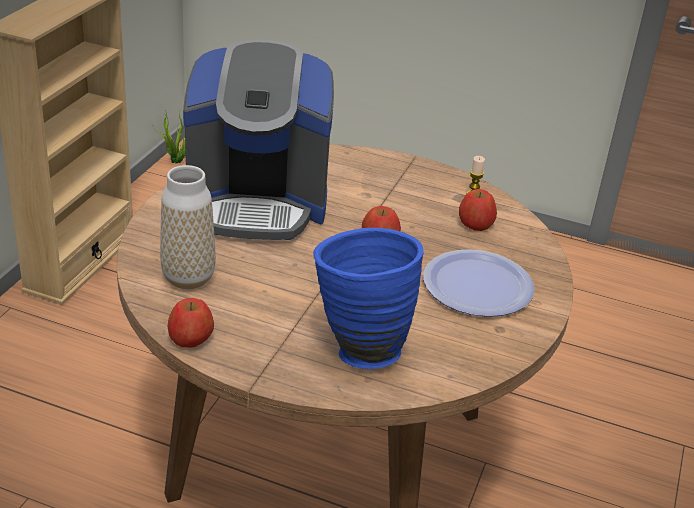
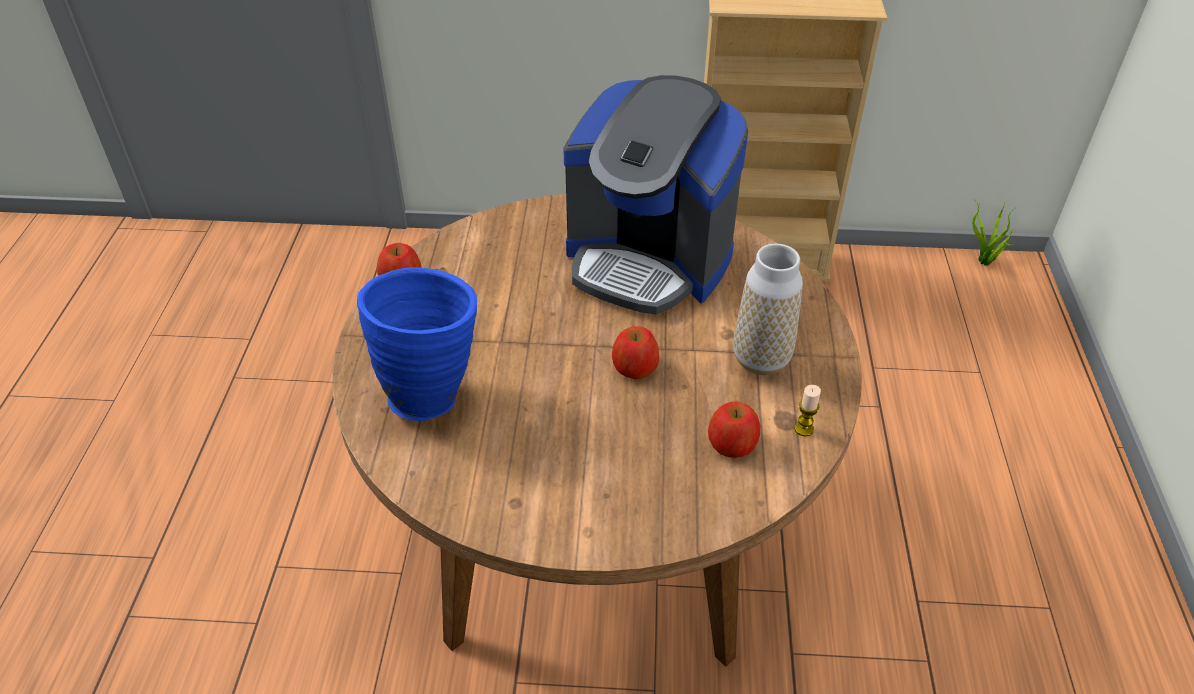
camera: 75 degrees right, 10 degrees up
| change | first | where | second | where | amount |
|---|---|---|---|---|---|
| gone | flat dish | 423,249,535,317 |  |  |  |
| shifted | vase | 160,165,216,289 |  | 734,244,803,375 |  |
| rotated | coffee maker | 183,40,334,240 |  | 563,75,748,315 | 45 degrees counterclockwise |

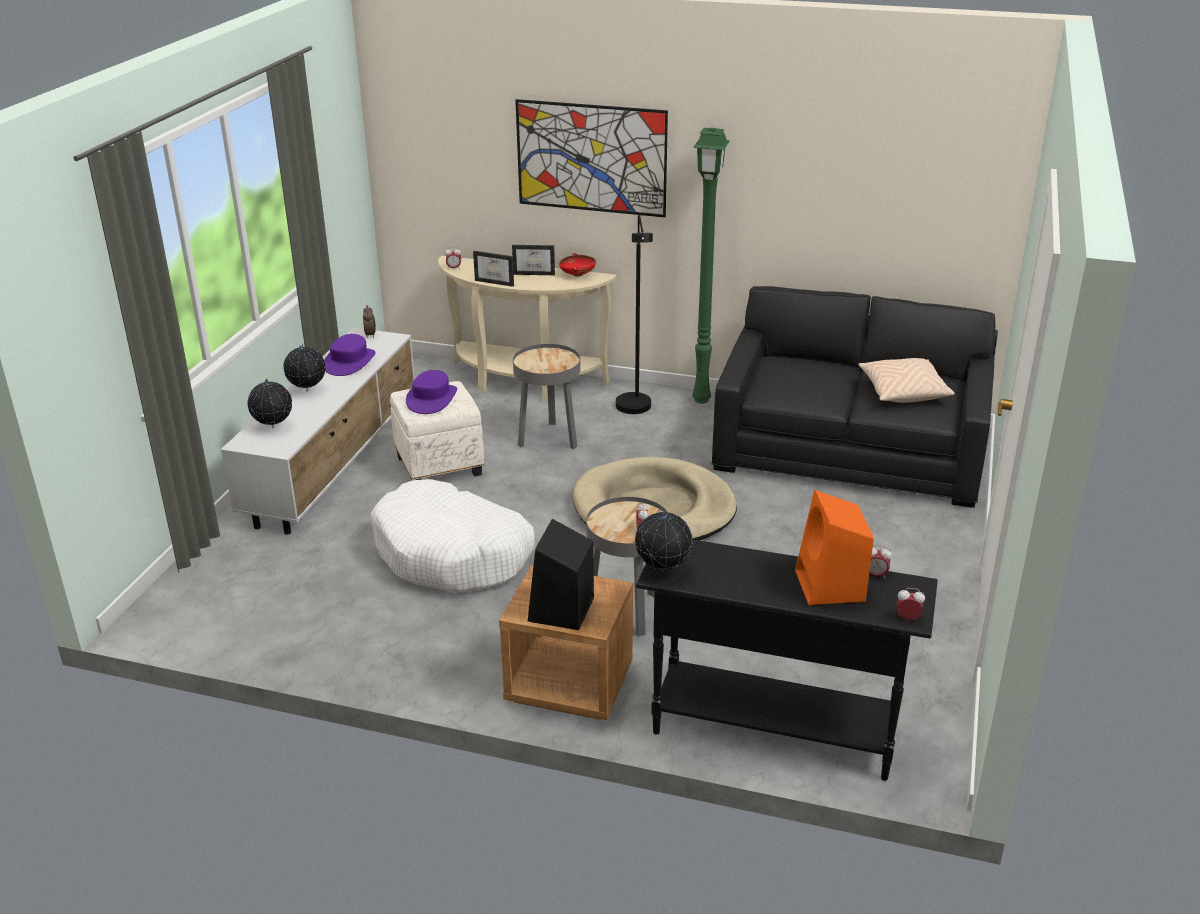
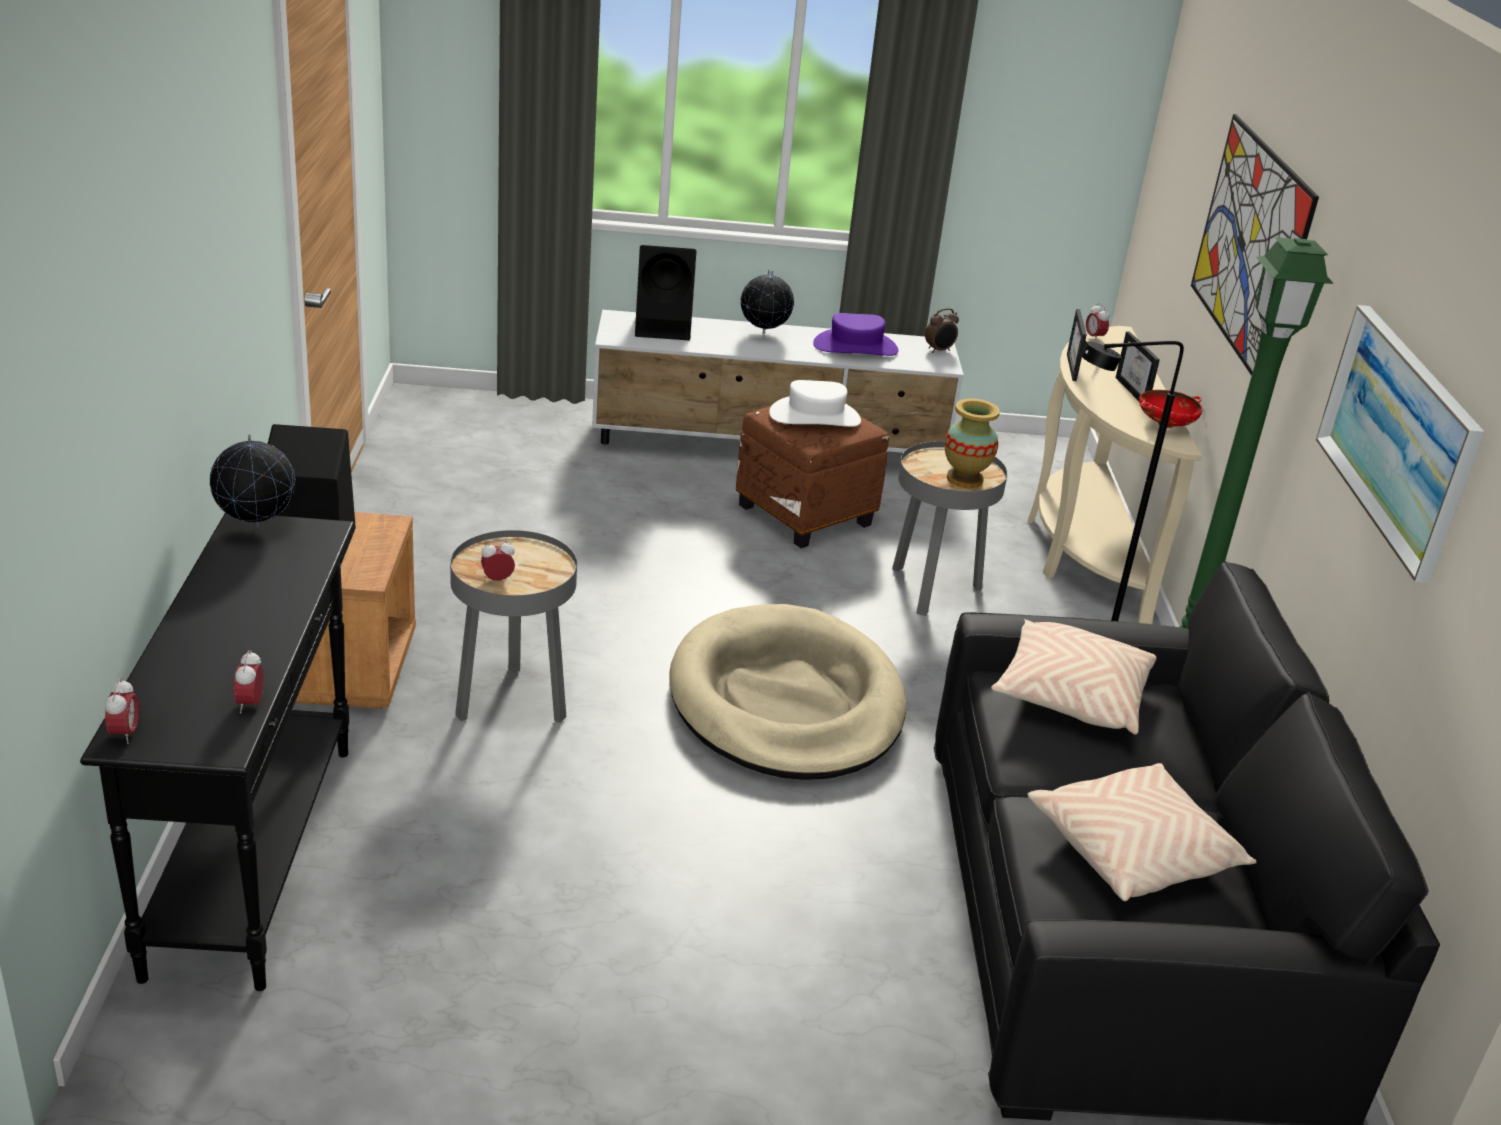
camera: 70 degrees right, 0 degrees up
| change | first | where | second | where | amount |
|---|---|---|---|---|---|
| gone | whitish dog cushion | 371,479,535,593 |  |  |  |
| gone | orangey audio speaker | 795,490,874,605 |  |  |  |
| new |  |  | vase | 944,399,1000,488 |  |
| new |  |  | beige pillow | 991,619,1156,735 |  |
| new |  |  | picture | 1316,305,1485,583 |  |
| swapped | world globe | 248,378,292,428 | black-coloured audio speaker | 635,245,696,340 |  |
| repainted | whitish footrest | 390,381,484,481 | brownish footrest | 736,406,889,548 |  |
| repainted | purple hat | 406,370,457,414 | whitish hat | 769,380,861,427 |  |

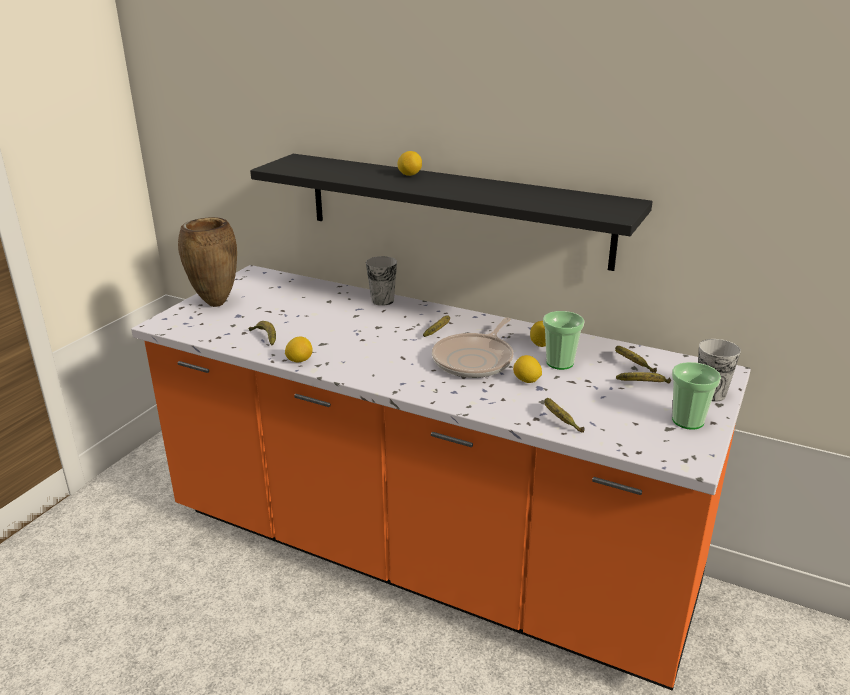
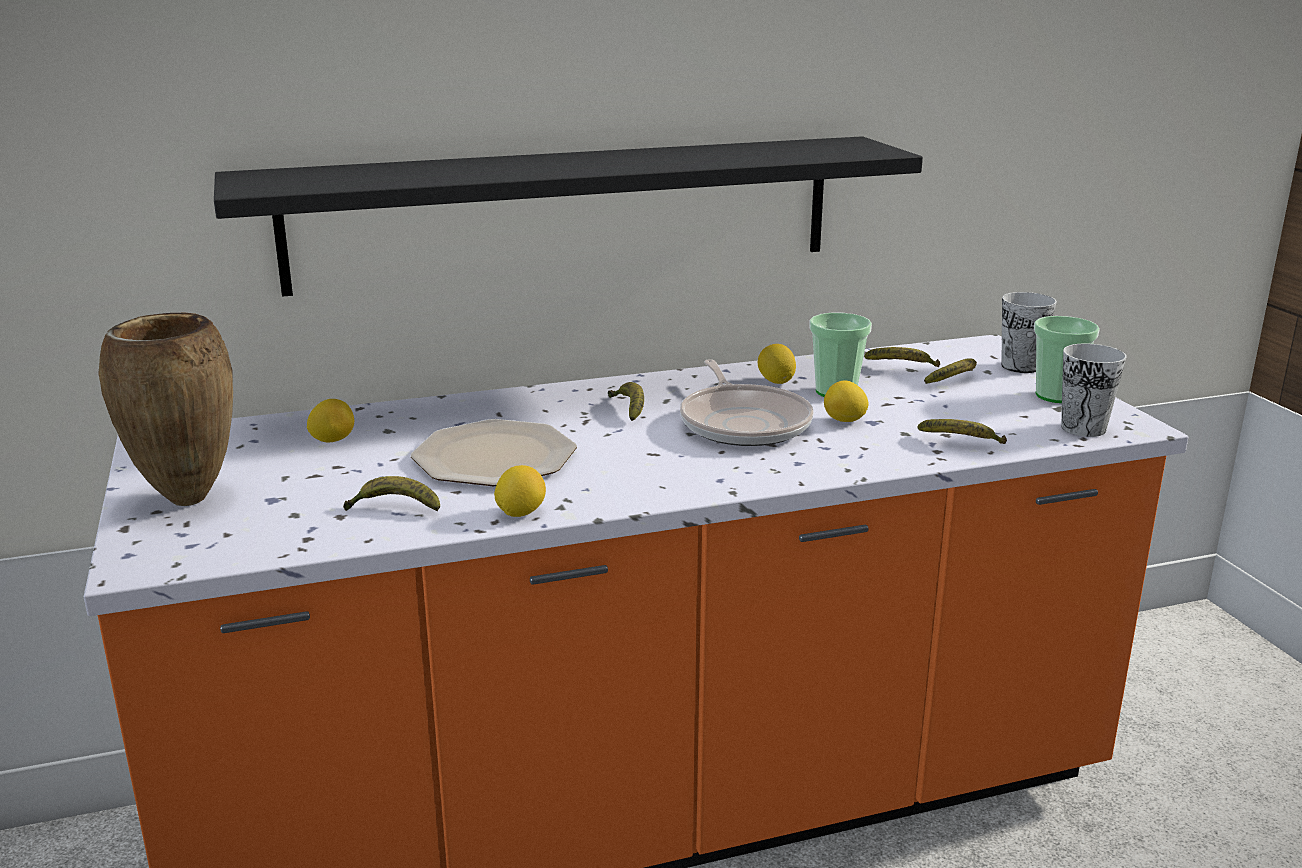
camera: 45 degrees left, 5 degrees down
| change | first | where | second | where | amount |
|---|---|---|---|---|---|
| new |  |  | flat dish | 411,419,577,486 |  |
| shifted | small cup | 366,256,397,306 |  | 1061,343,1127,437 |  |
| shifted | whole lemon | 397,151,422,176 |  | 307,399,354,442 |  |

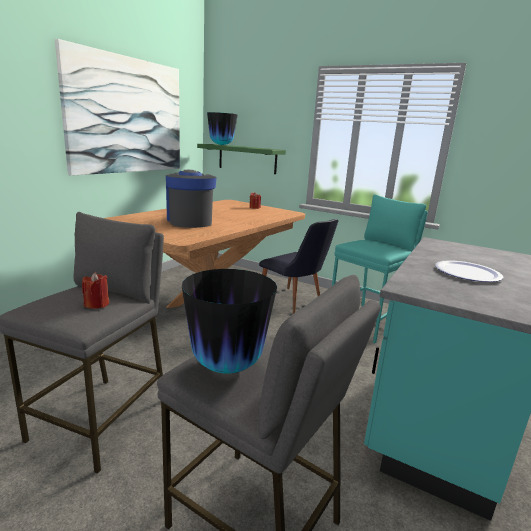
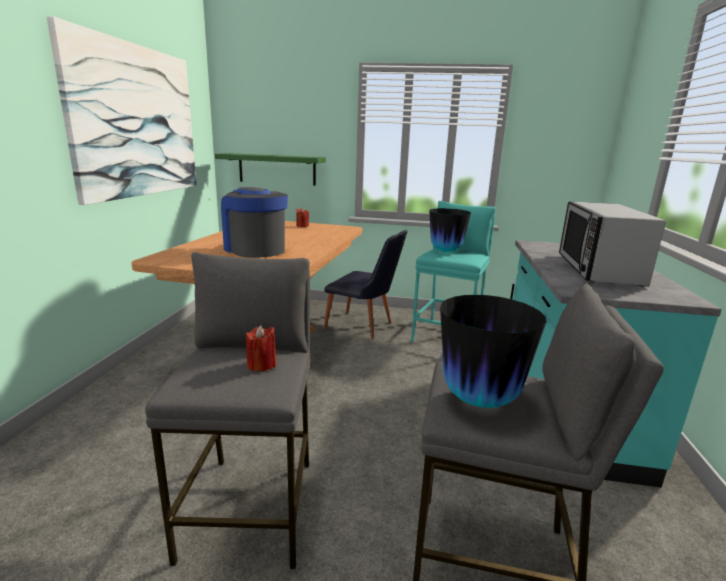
camera: 20 degrees left, 0 degrees up
| change | first | where | second | where | amount |
|---|---|---|---|---|---|
| shifted | vase | 207,112,238,145 |  | 429,208,471,252 |  |
| swapped | flat dish | 435,260,504,282 | kitchen microwave | 559,202,666,287 |  |

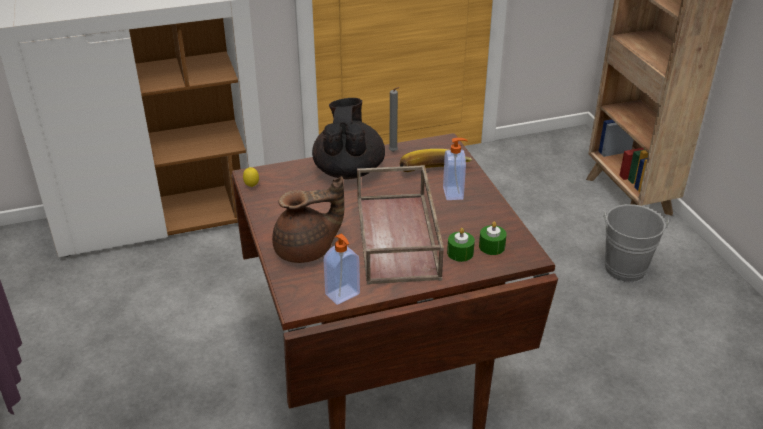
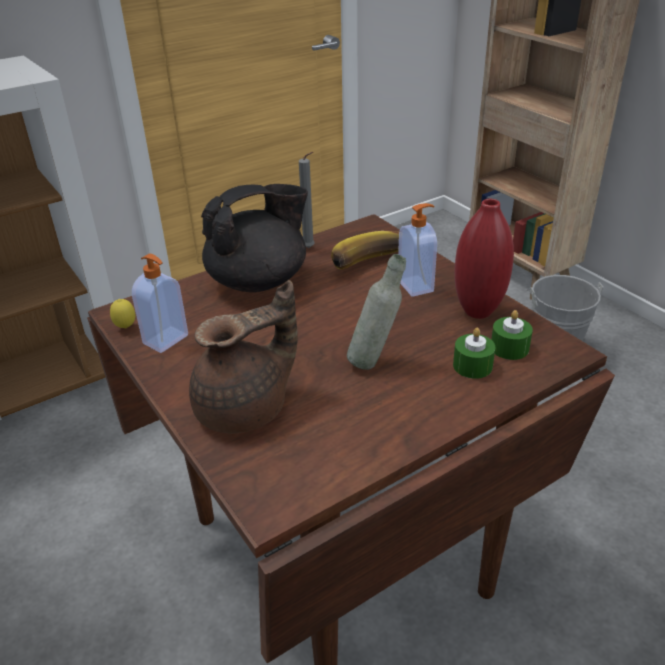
camera: 15 degrees left, 0 degrees up
| change | first | where | second | where | amount |
|---|---|---|---|---|---|
| new |  |  | reddish vase | 454,199,514,319 |  |
| shifted | soap bottle | 324,234,360,305 |  | 132,254,188,353 |  |
| swapped | brownish tray | 357,165,444,285 | greyish bottle | 347,254,406,370 |  |
| rotated | black-coloured pot for tea | 312,98,385,179 |  | 201,184,308,292 | 75 degrees clockwise |

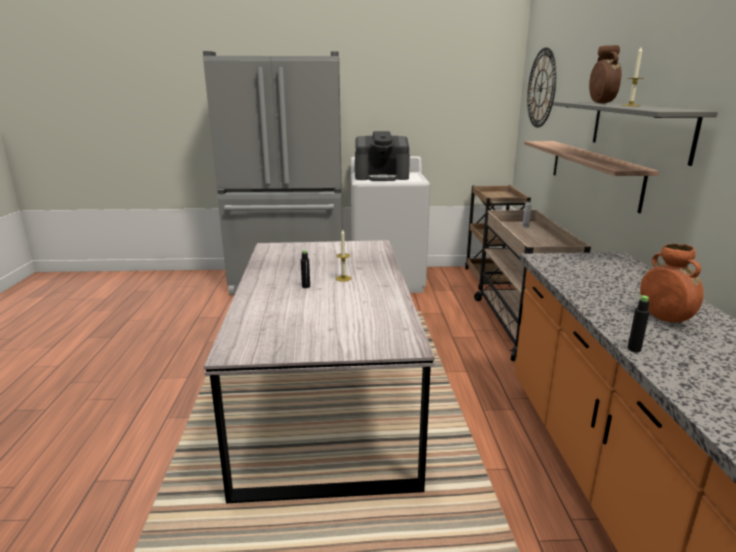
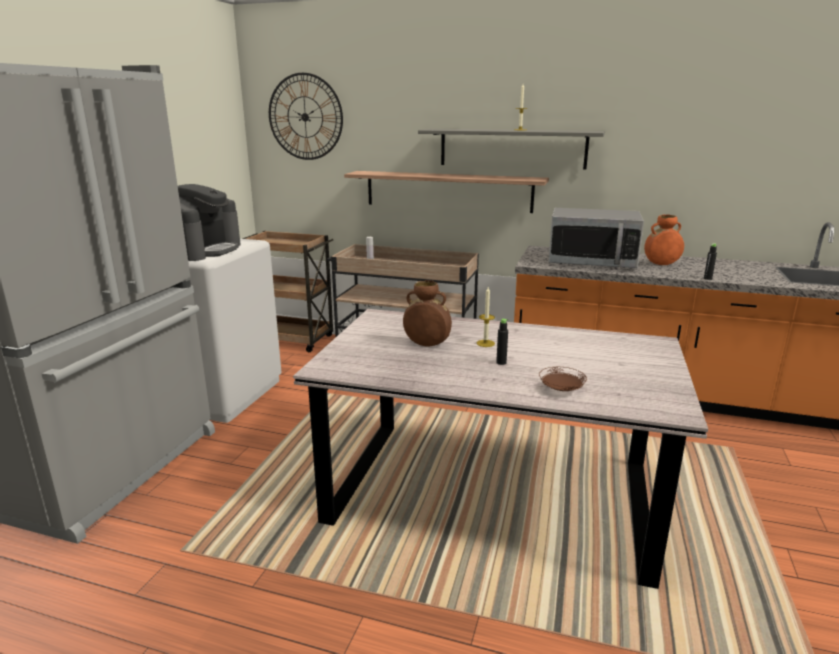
camera: 70 degrees left, 0 degrees up
| change | first | where | second | where | amount |
|---|---|---|---|---|---|
| new |  |  | brownish flat dish | 539,367,587,391 |  |
| new |  |  | kitchen microwave | 548,208,644,268 |  |
| shifted | brownish vase | 589,45,622,103 |  | 403,280,452,347 |  |

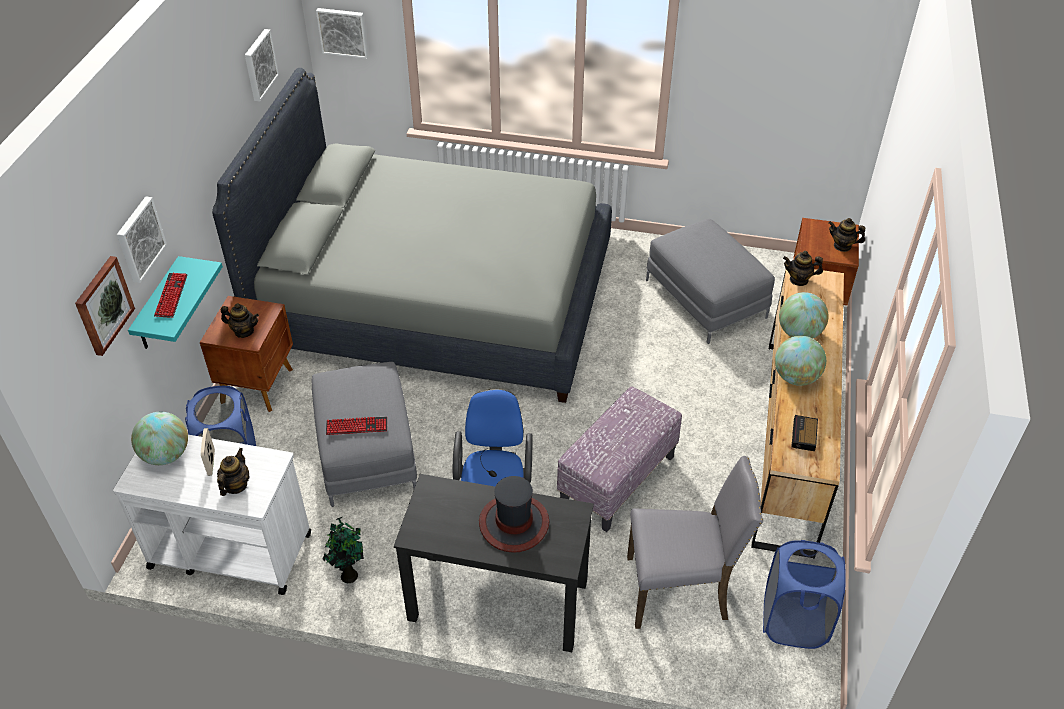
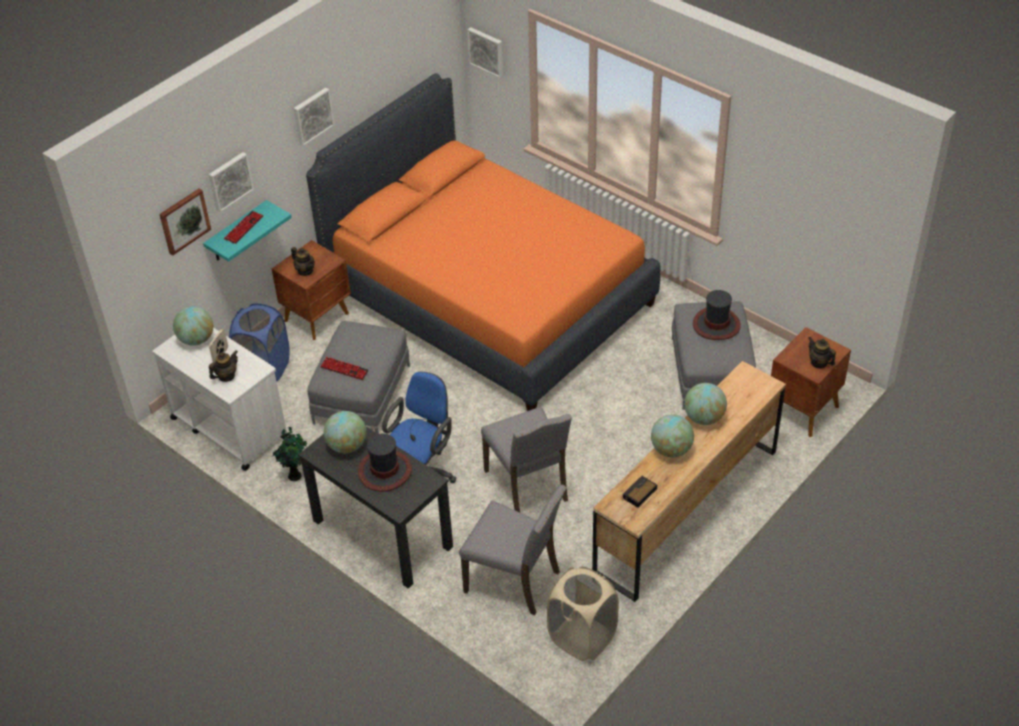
camera: 30 degrees right, 0 degrees up
| change | first | where | second | where | amount |
|---|---|---|---|---|---|
| gone | pot for tea | 783,251,823,286 |  |  |  |
| new |  |  | world globe | 324,411,366,453 |  |
| new |  |  | hat | 693,290,741,340 |  |
| shifted | picture | 245,29,279,102 |  | 294,88,334,146 |  |
| swapped | footrest | 557,387,682,532 | greyish upright chair | 481,407,572,512 |  |
| repainted | greyish bedroom bed | 212,68,612,403 | orangey bedroom bed | 306,73,661,411 |  |
| repainted | blue hamper | 763,540,846,649 | beige hamper | 547,567,619,661 |  |

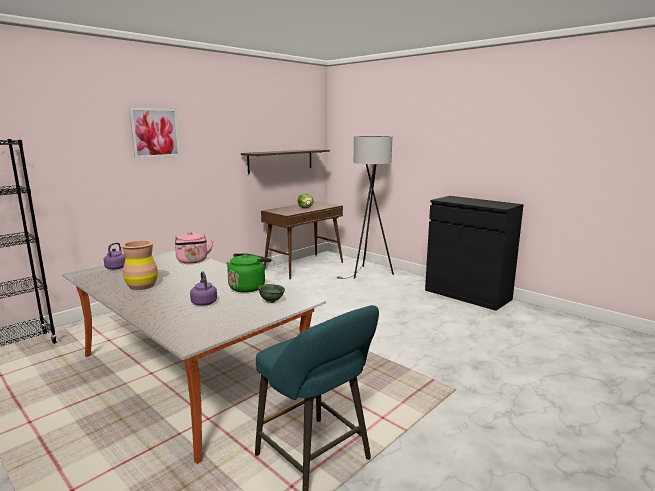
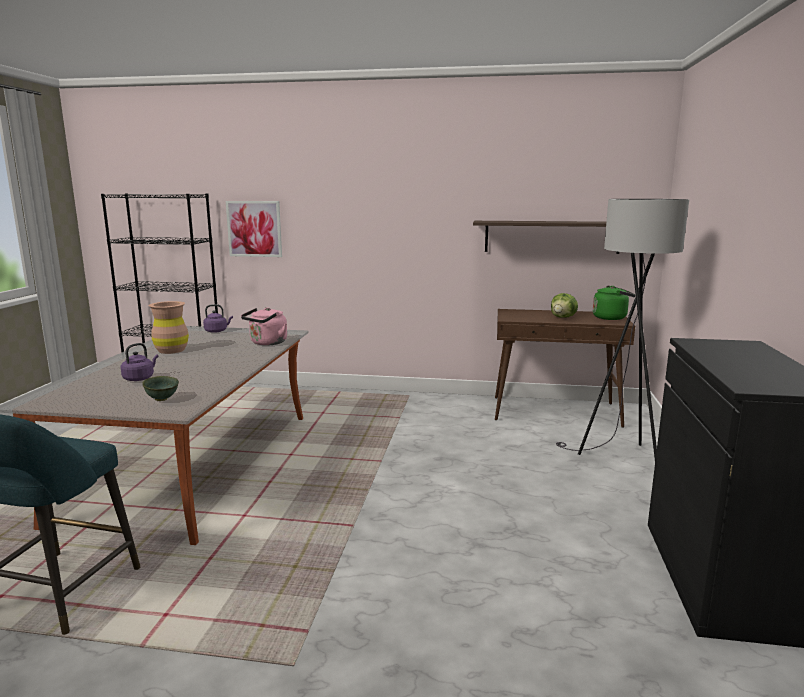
camera: 55 degrees right, 0 degrees up
| change | first | where | second | where | amount |
|---|---|---|---|---|---|
| shifted | picture | 129,108,180,158 |  | 226,201,282,257 |  |
| shifted | greenish water kettle | 227,253,271,293 |  | 593,285,636,320 |  |

